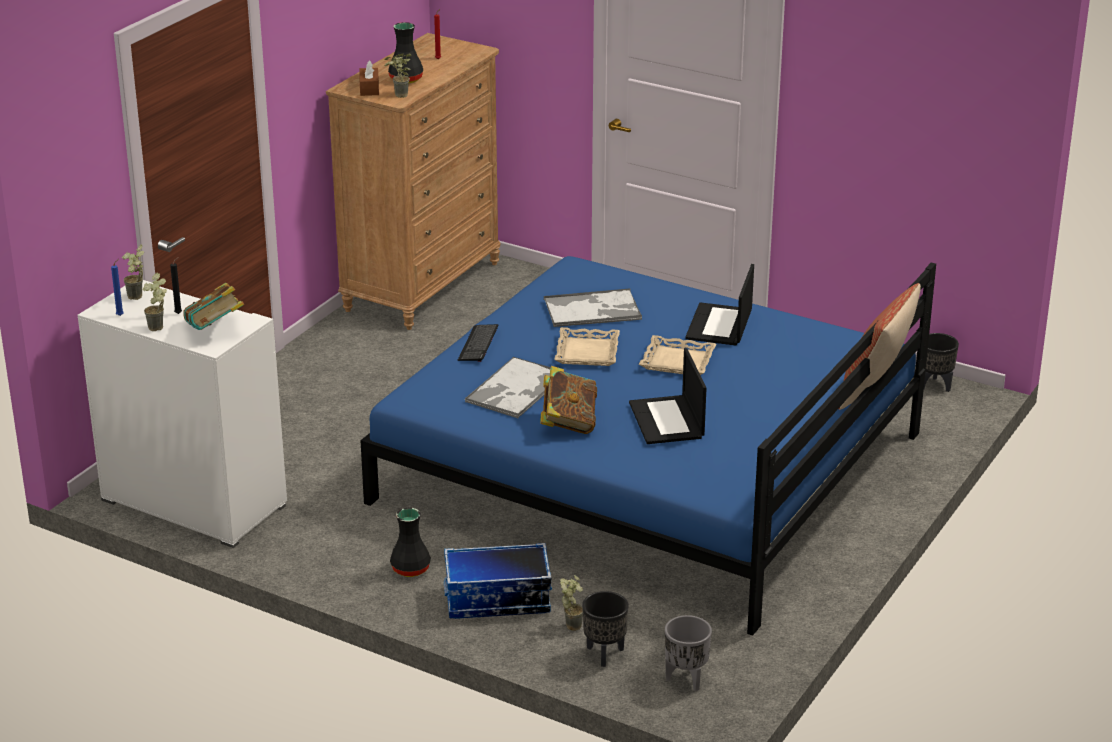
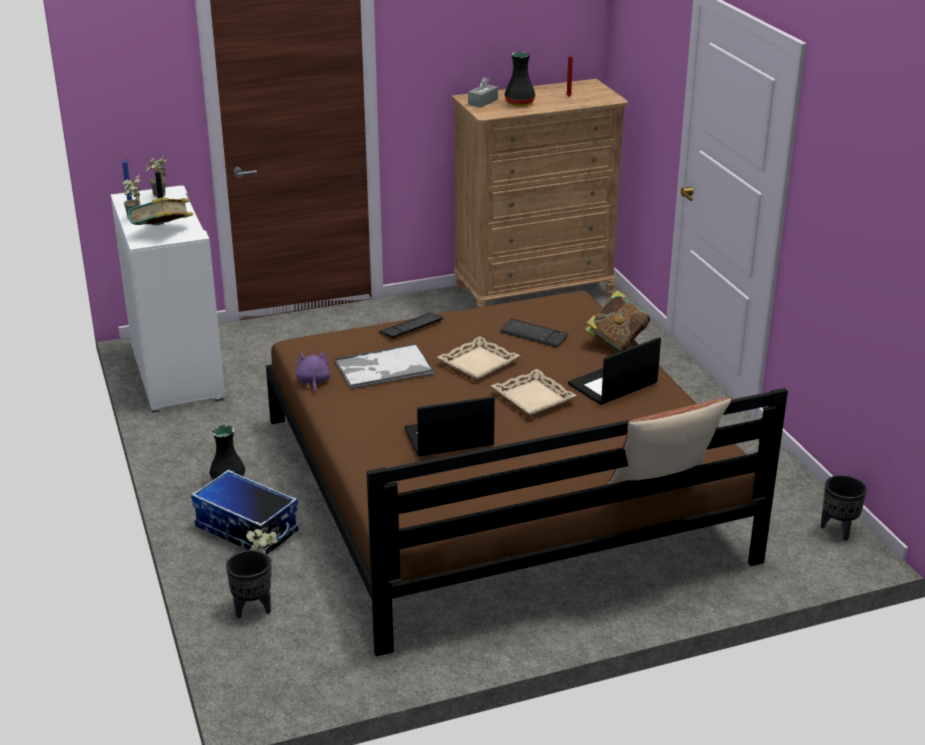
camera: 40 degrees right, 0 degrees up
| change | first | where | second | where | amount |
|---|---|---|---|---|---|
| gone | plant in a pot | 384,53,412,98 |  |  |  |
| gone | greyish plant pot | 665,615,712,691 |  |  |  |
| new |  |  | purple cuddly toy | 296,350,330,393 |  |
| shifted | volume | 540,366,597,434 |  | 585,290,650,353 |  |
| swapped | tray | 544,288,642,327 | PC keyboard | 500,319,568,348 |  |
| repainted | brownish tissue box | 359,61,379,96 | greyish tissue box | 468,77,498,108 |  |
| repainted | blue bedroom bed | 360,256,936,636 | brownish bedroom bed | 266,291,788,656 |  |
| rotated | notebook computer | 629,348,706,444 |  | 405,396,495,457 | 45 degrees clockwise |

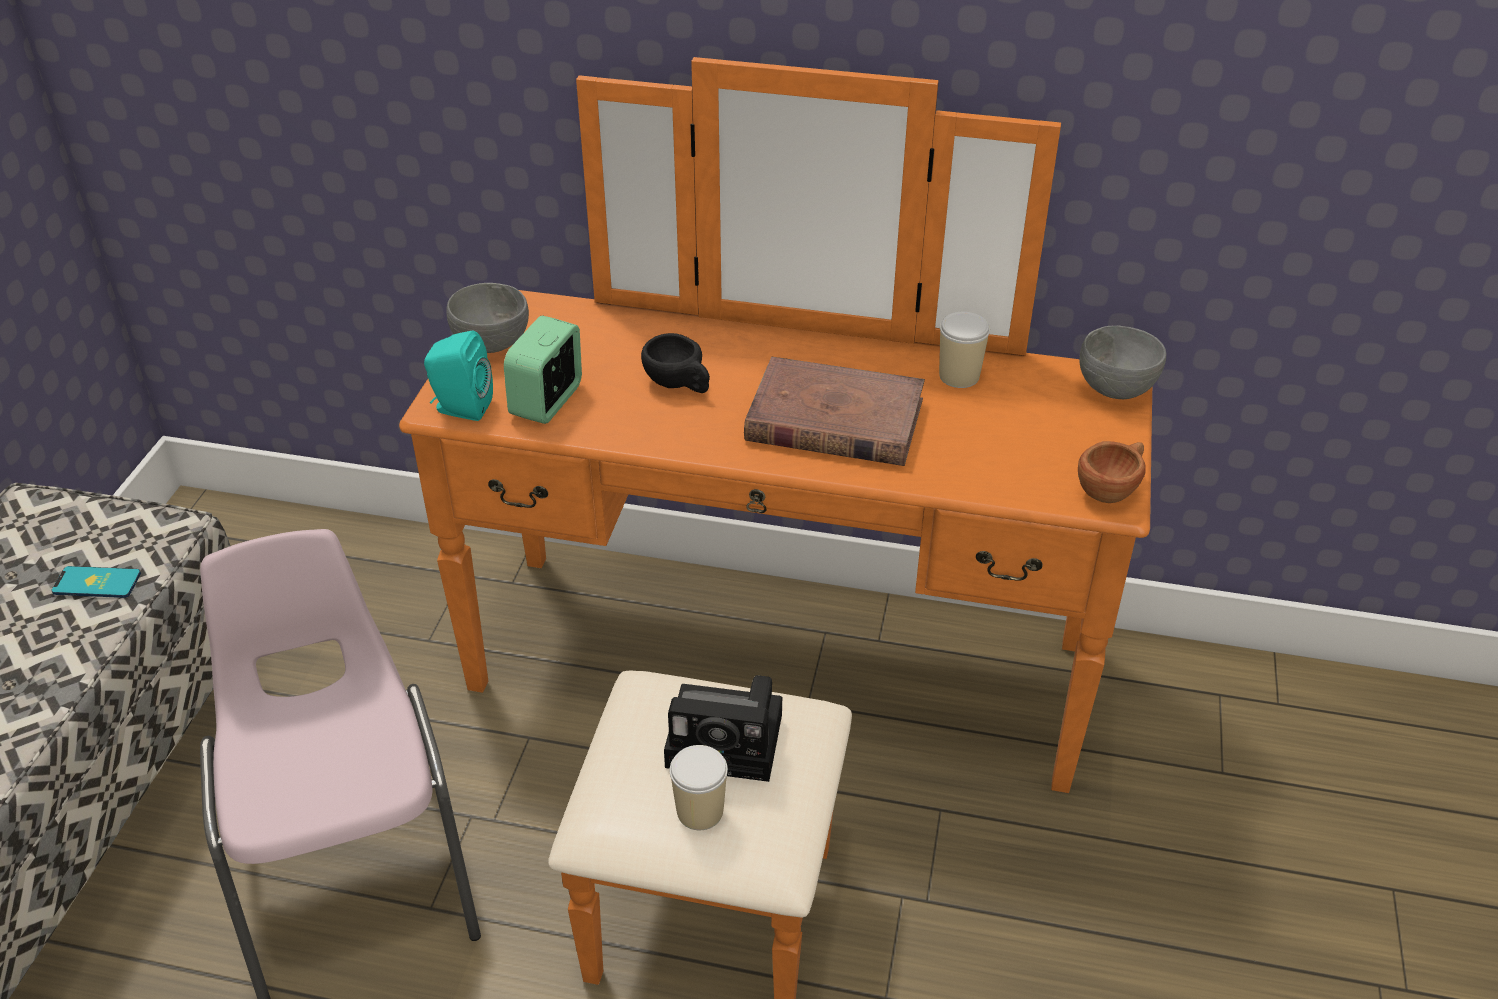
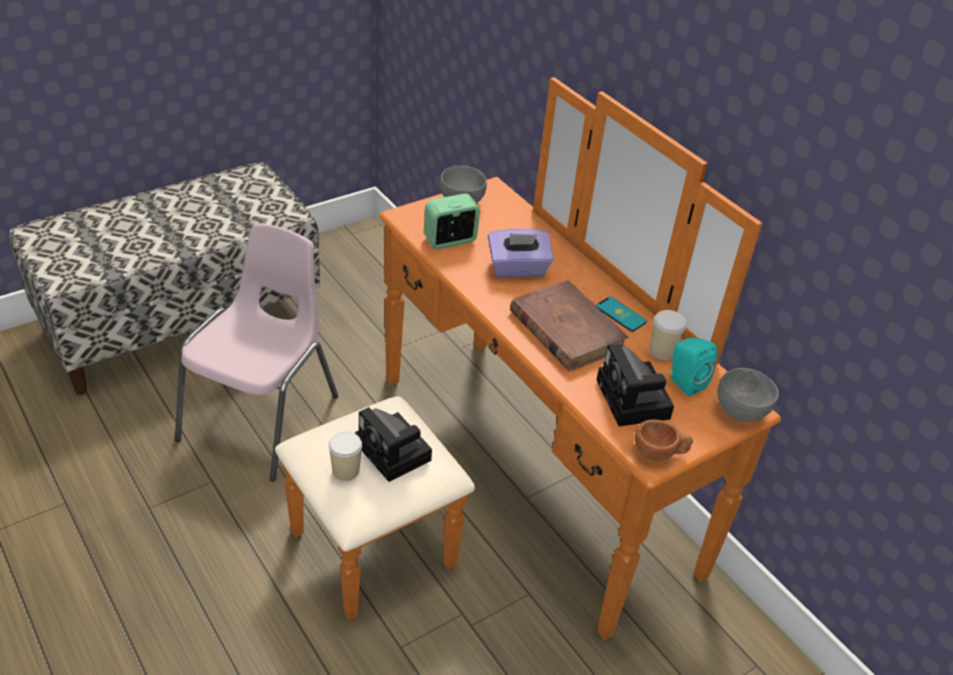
camera: 40 degrees right, 0 degrees up
| change | first | where | second | where | amount |
|---|---|---|---|---|---|
| new |  |  | photo camera | 597,344,674,426 |  |
| shifted | phone | 51,566,141,598 |  | 596,296,647,332 |  |
| shifted | turquoise-coloured audio speaker | 424,330,493,421 |  | 669,337,718,396 |  |
| swapped | black-coloured small cup | 641,333,710,393 | purple tissue box | 488,228,553,278 |  |

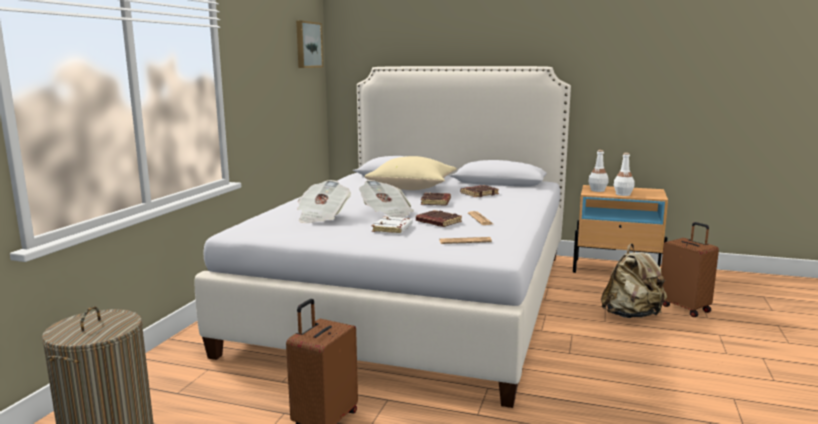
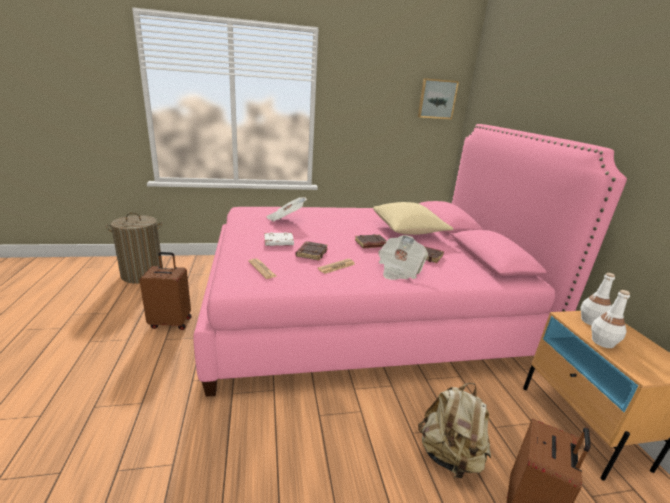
camera: 60 degrees right, 10 degrees up
| change | first | where | second | where | amount |
|---|---|---|---|---|---|
| shifted | daily paper | 359,180,414,218 |  | 378,235,428,280 |  |
| repainted | whitish bedroom bed | 195,66,571,408 | pink-coloured bedroom bed | 193,124,627,397 |  |

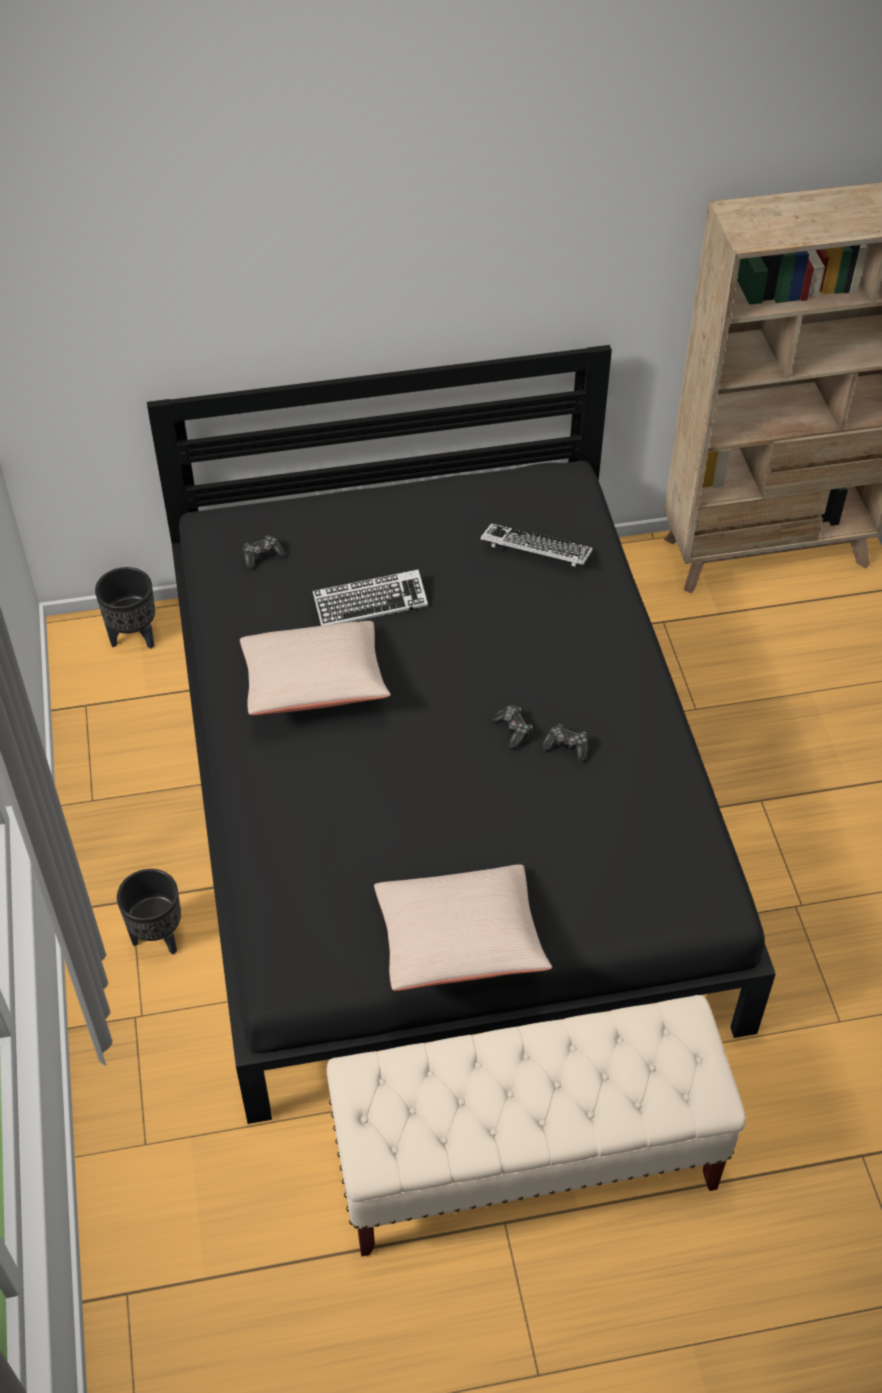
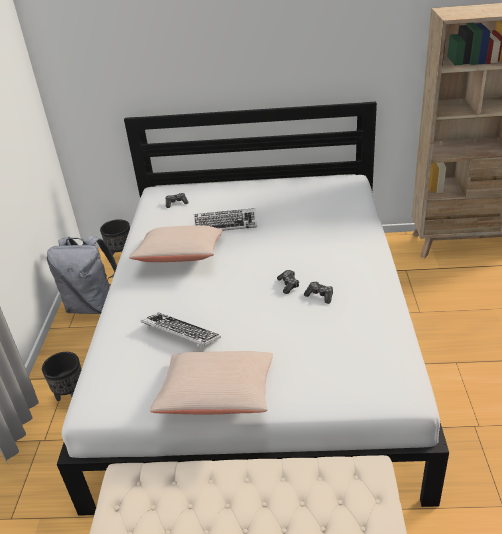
camera: 15 degrees right, 15 degrees down
| change | first | where | second | where | amount |
|---|---|---|---|---|---|
| new |  |  | greyish backpack | 47,236,117,314 |  |
| shifted | PC keyboard | 480,523,593,567 |  | 140,313,221,347 |  |
| repainted | black-coloured bedroom bed | 147,345,776,1124 | whitish bedroom bed | 57,102,449,516 |  |

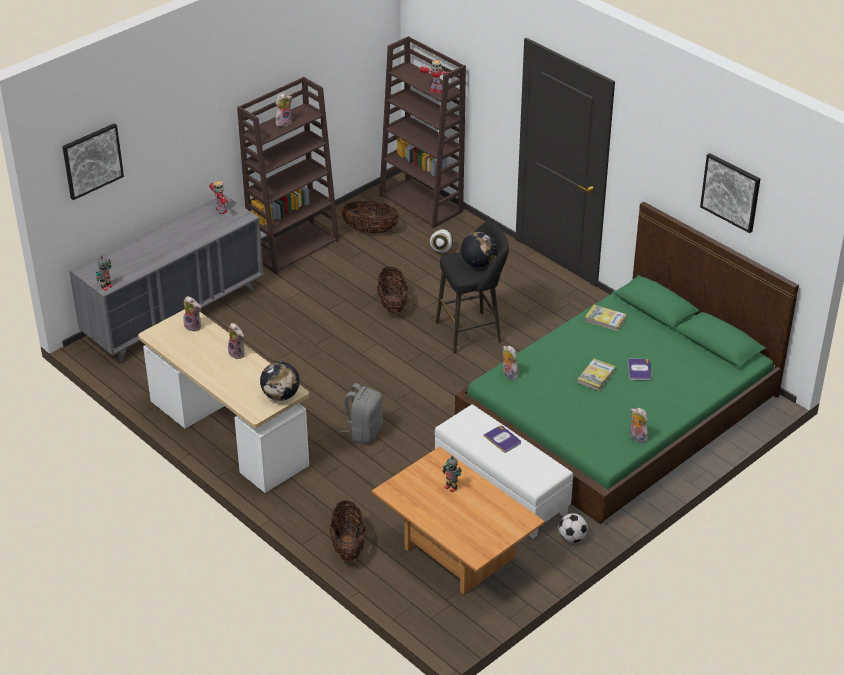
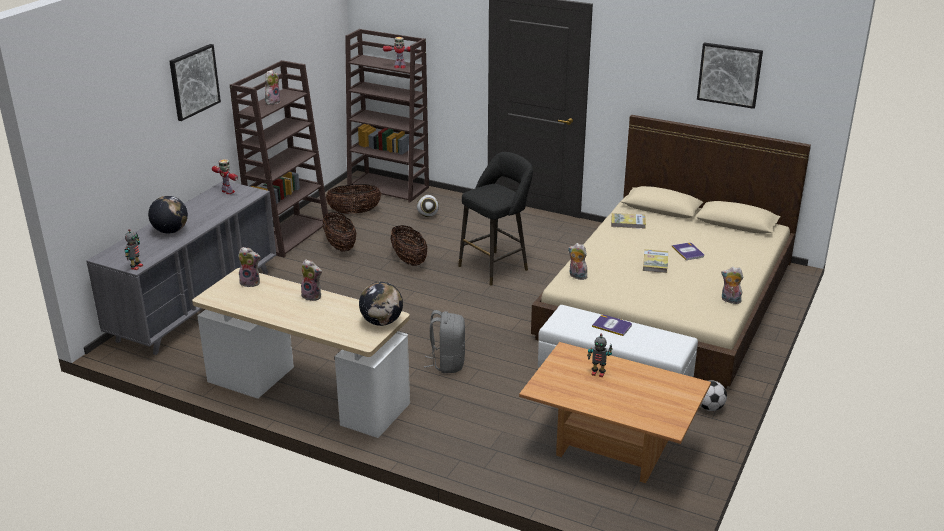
camera: 20 degrees left, 10 degrees down
| change | first | where | second | where | amount |
|---|---|---|---|---|---|
| shifted | picture | 62,123,124,200 |  | 169,44,221,121 |  |
| shifted | household basket | 330,500,365,561 |  | 323,212,357,252 |  |
| shifted | world globe | 461,232,496,268 |  | 148,196,188,234 |  |
| repainted | greenish bedroom bed | 455,202,799,524 | beige bedroom bed | 531,115,811,389 |  |

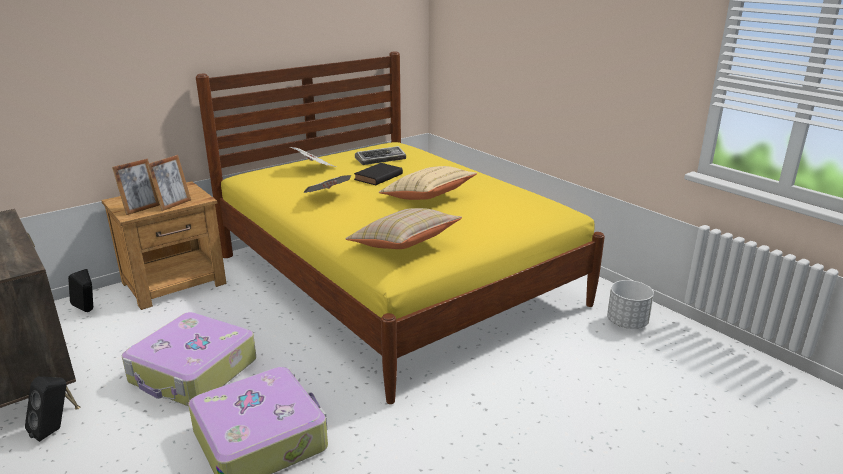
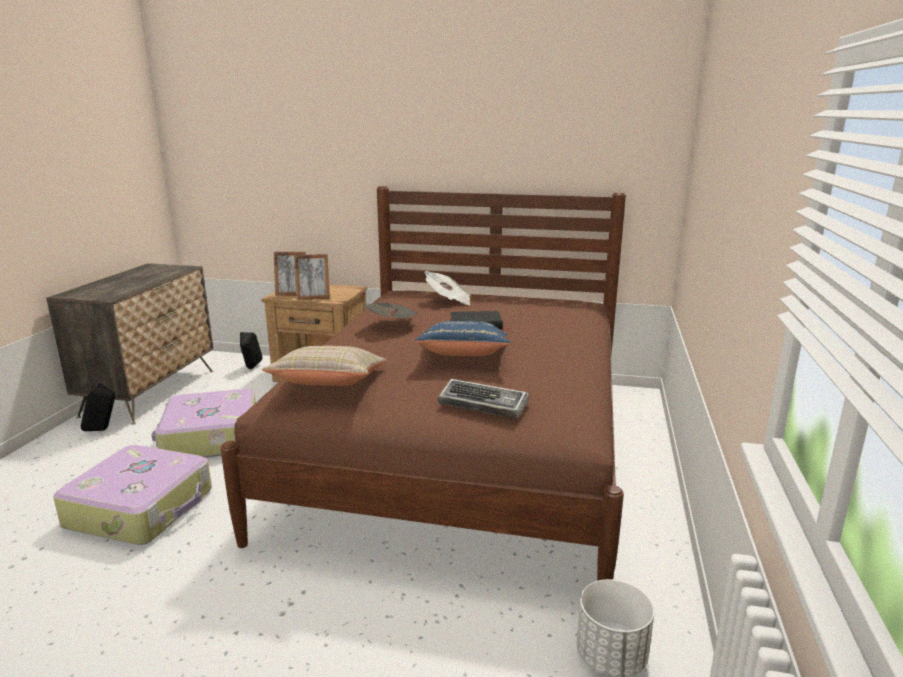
camera: 50 degrees right, 5 degrees down
| change | first | where | second | where | amount |
|---|---|---|---|---|---|
| shifted | PC keyboard | 355,146,406,165 |  | 438,379,529,419 |  |
| repainted | yellow bedroom bed | 196,51,605,404 | brownish bedroom bed | 220,186,626,581 |  |
| repainted | beige pillow | 379,166,477,200 | blue pillow | 414,321,511,356 |  |

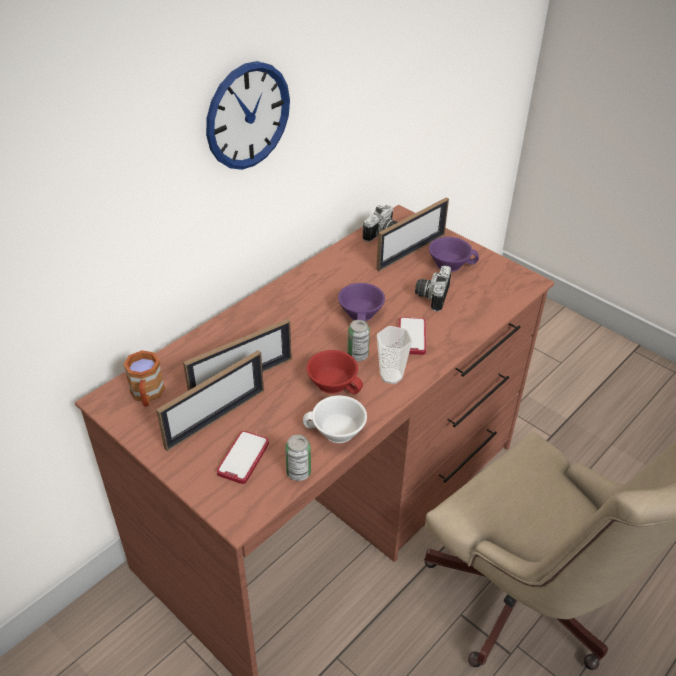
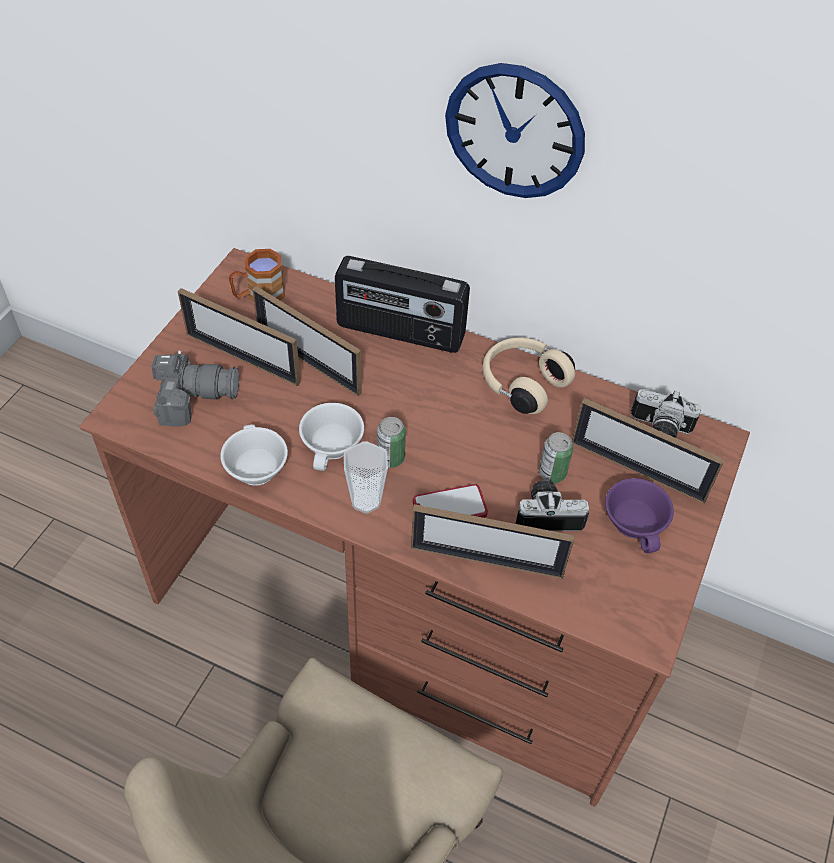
camera: 70 degrees right, 10 degrees up
| change | first | where | second | where | amount |
|---|---|---|---|---|---|
| gone | purple small cup | 338,283,385,322 |  |  |  |
| new |  |  | radio receiver | 335,256,470,353 |  |
| new |  |  | picture frame | 411,504,575,579 |  |
| new |  |  | beige headset | 483,338,575,414 |  |
| shifted | sealed can | 285,435,311,481 |  | 539,432,573,483 |  |
| swapped | phone | 217,431,269,484 | photo camera | 151,351,239,427 |  |
| repainted | reddish small cup | 306,350,363,394 | whitish small cup | 299,403,364,471 |  |

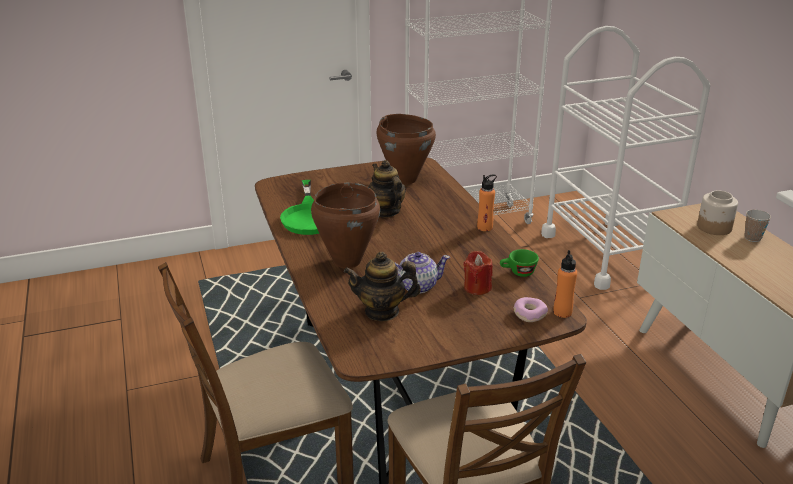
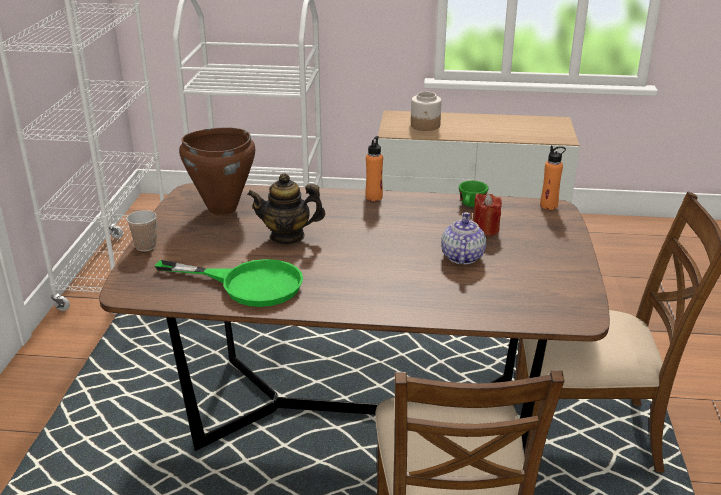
camera: 65 degrees left, 0 degrees up
| change | first | where | second | where | amount |
|---|---|---|---|---|---|
| gone | brownish stockpot | 311,182,380,268 |  |  |  |
| gone | pot for tea | 344,252,421,321 |  |  |  |
| gone | doughnut | 514,297,548,322 |  |  |  |
| shifted | small cup | 745,210,771,242 |  | 126,210,157,251 |  |

